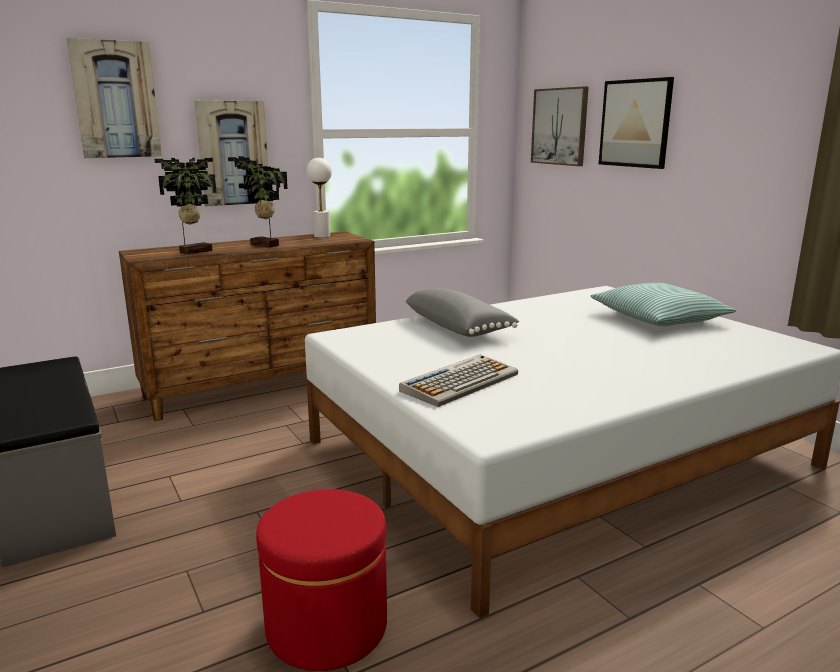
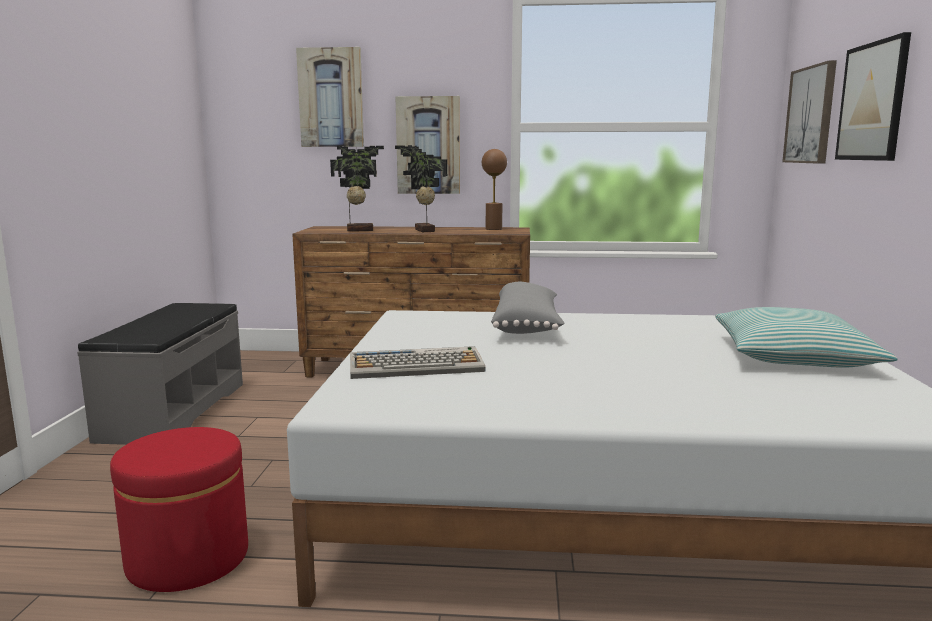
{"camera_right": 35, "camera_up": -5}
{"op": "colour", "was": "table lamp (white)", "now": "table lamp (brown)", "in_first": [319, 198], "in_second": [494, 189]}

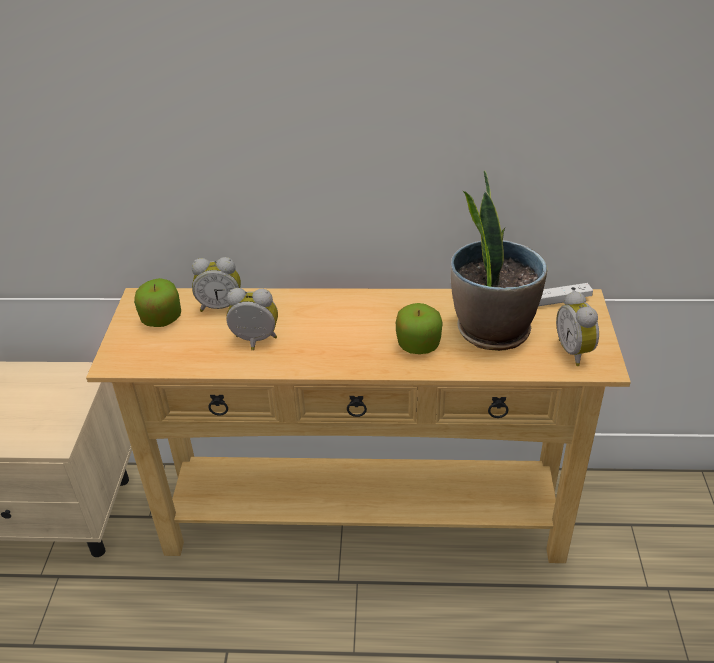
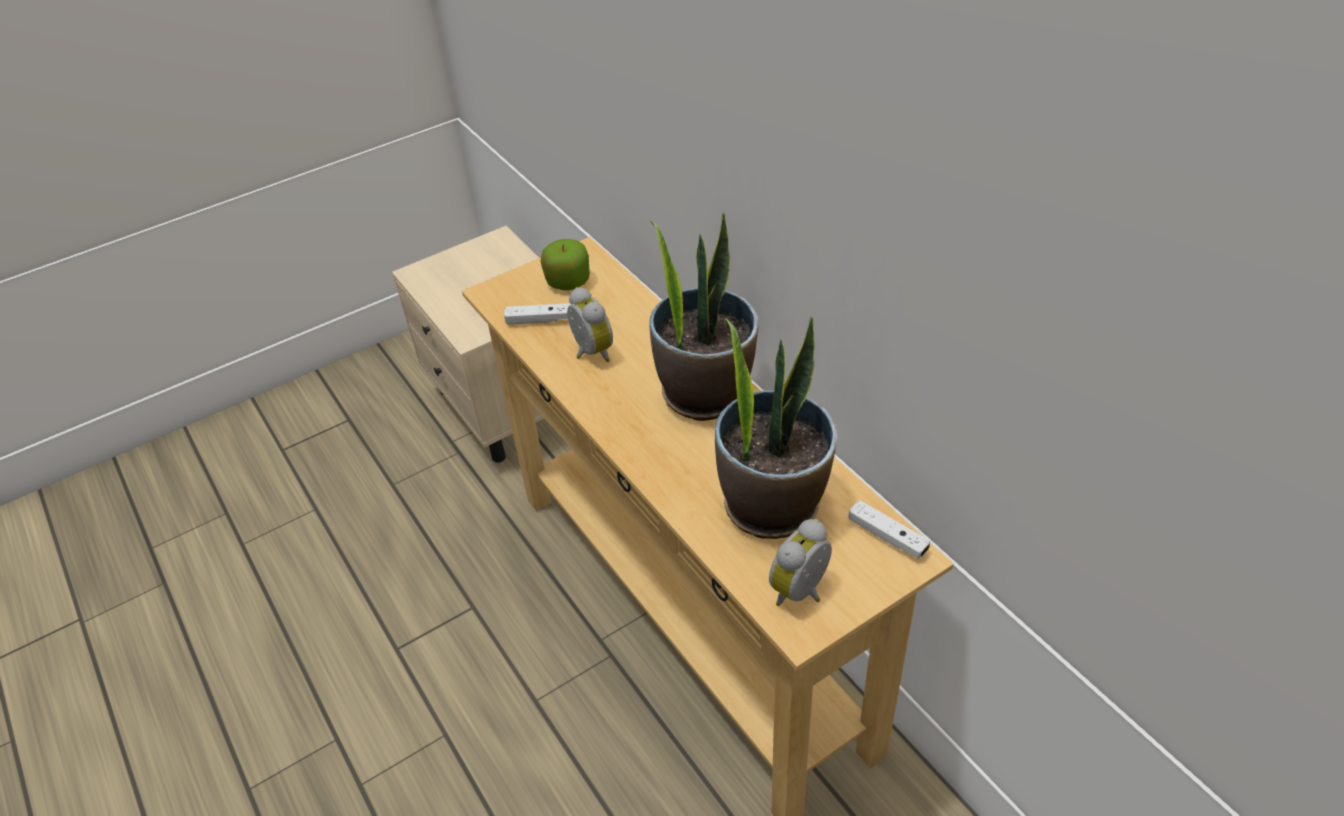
{"camera_right": 55, "camera_up": 5}
{"op": "missing", "was": "alarm clock", "in_first": [216, 284]}
{"op": "missing", "was": "apple", "in_first": [419, 328]}
{"op": "appeared", "now": "game controller (white)", "in_second": [537, 314]}
{"op": "appeared", "now": "potted plant", "in_second": [704, 316]}

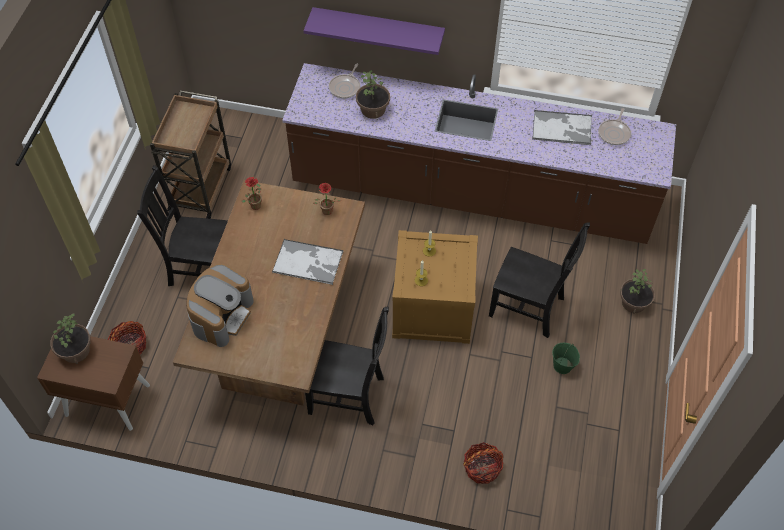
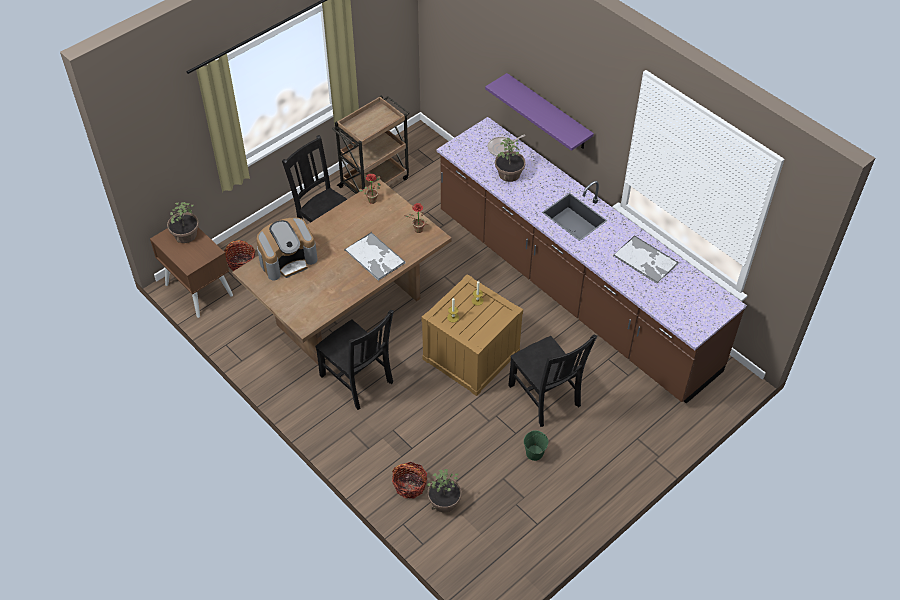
{"camera_right": 35, "camera_up": -5}
{"op": "missing", "was": "frying pan", "in_first": [614, 126]}
{"op": "relocated", "was": "potted plant", "in_first": [637, 291], "in_second": [444, 490]}

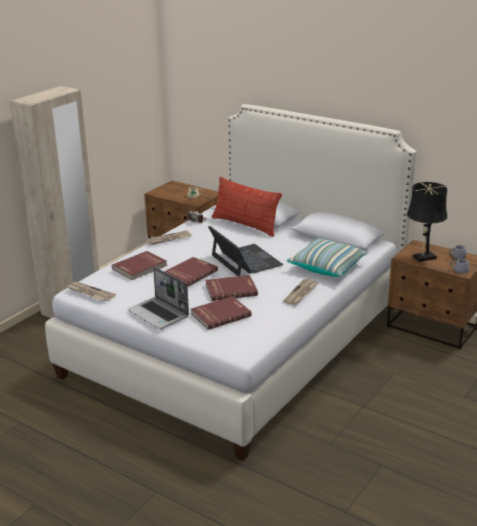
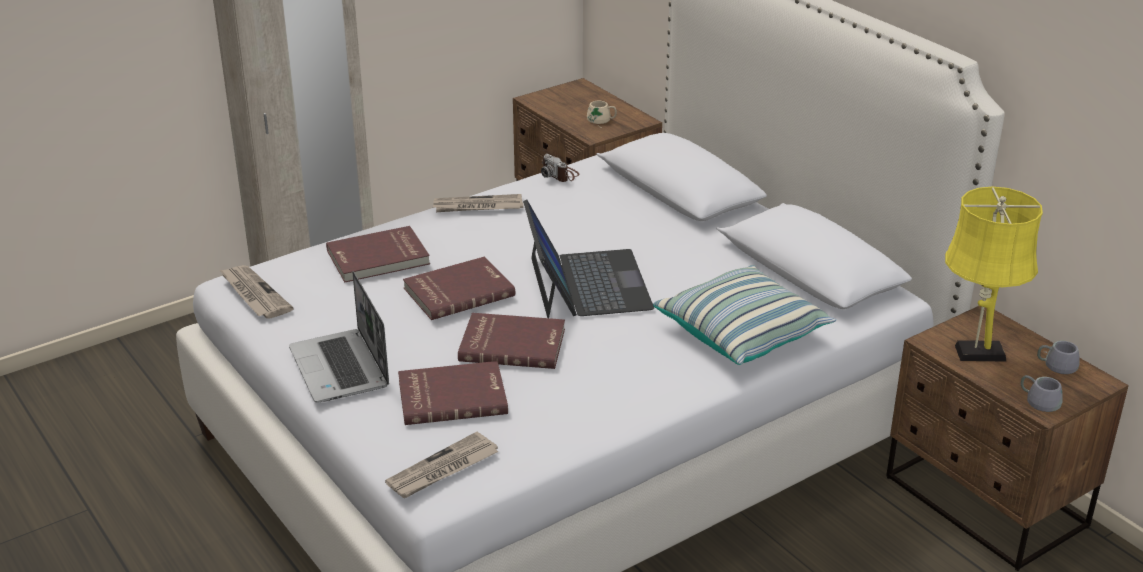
{"camera_right": 20, "camera_up": 5}
{"op": "missing", "was": "pillow", "in_first": [247, 207]}
{"op": "relocated", "was": "newspaper", "in_first": [301, 292], "in_second": [441, 464]}
{"op": "colour", "was": "table lamp (black)", "now": "table lamp (yellow)", "in_first": [427, 222], "in_second": [994, 274]}

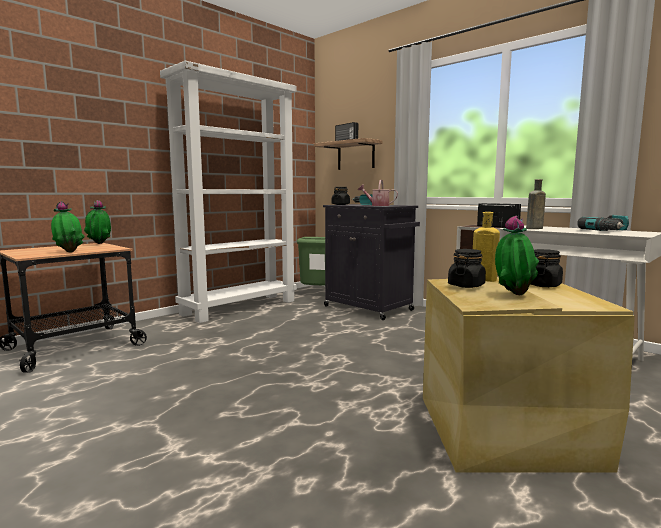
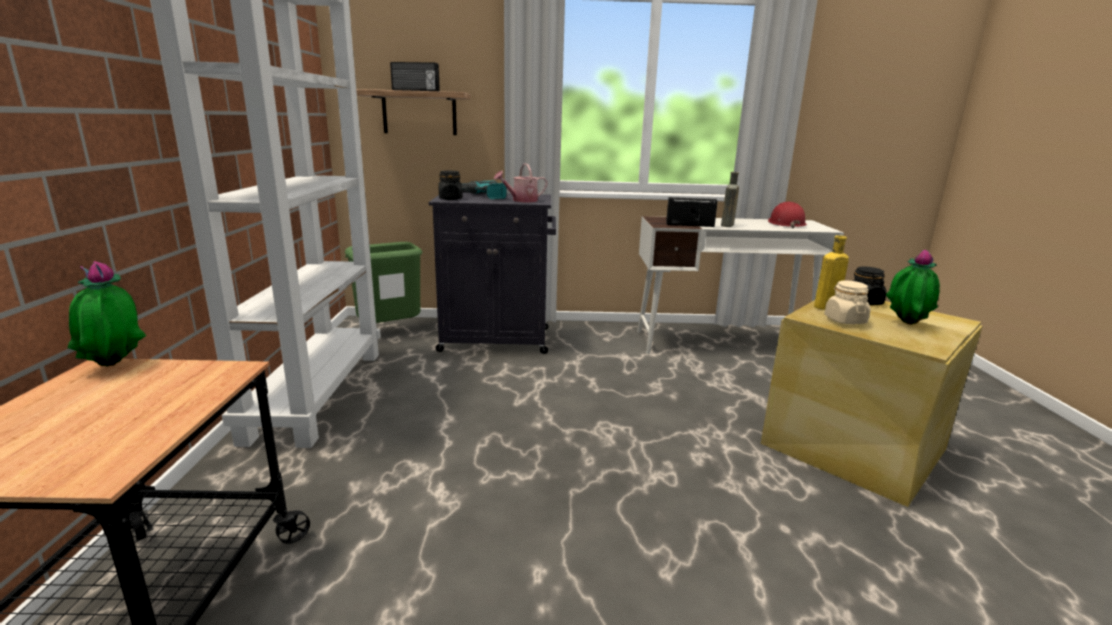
{"camera_right": -45, "camera_up": 10}
{"op": "missing", "was": "potted plant", "in_first": [68, 227]}
{"op": "exchanged", "was": "power drill", "now": "hard hat (red)", "in_first": [603, 223], "in_second": [787, 215]}
{"op": "colour", "was": "jar (black)", "now": "jar (beige)", "in_first": [467, 268], "in_second": [847, 302]}

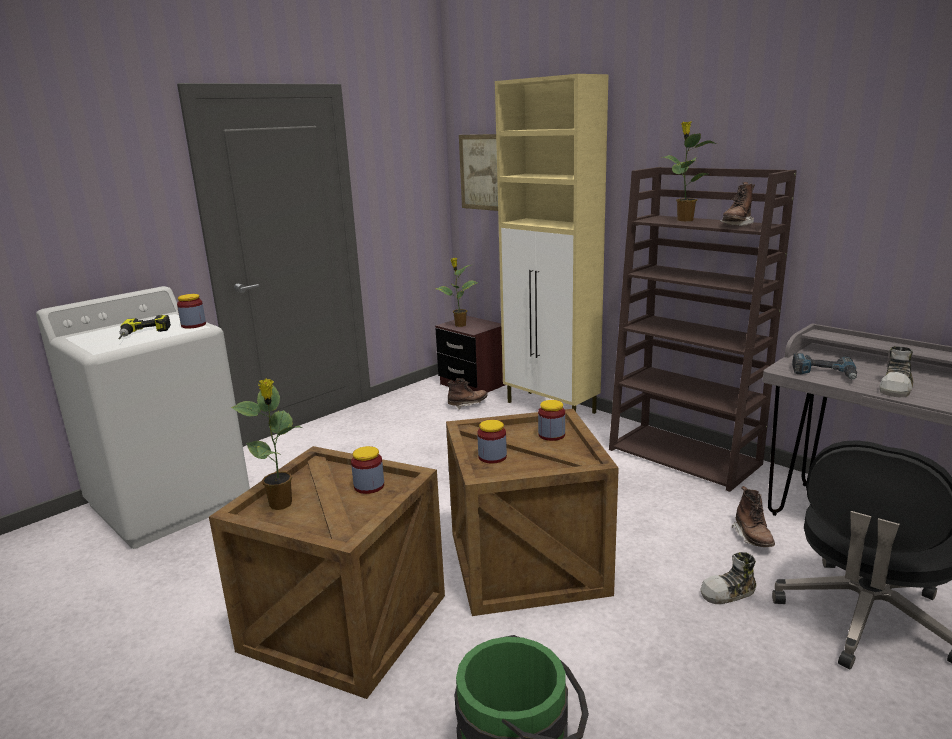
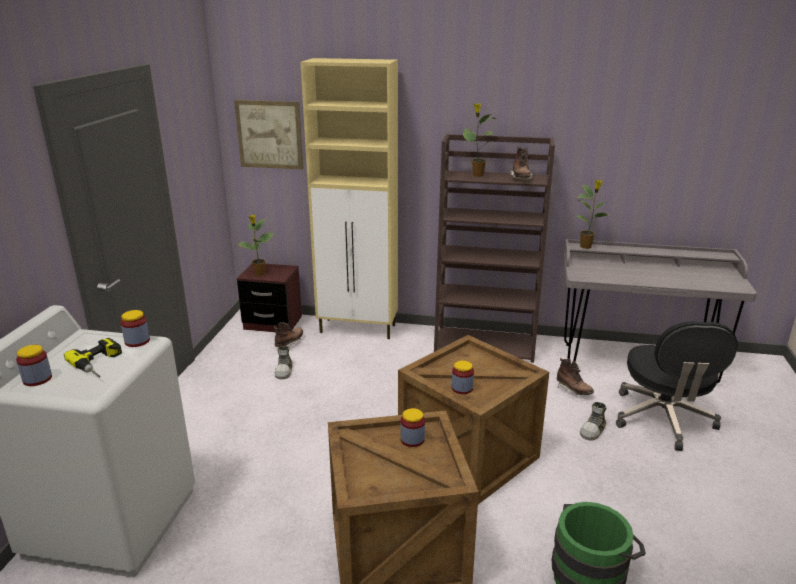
{"camera_right": -35, "camera_up": 5}
{"op": "missing", "was": "power drill", "in_first": [824, 366]}
{"op": "relocated", "was": "potted plant", "in_first": [267, 444], "in_second": [594, 214]}
{"op": "relocated", "was": "jar", "in_first": [551, 420], "in_second": [34, 365]}
{"op": "relocated", "was": "shoe", "in_first": [896, 372], "in_second": [284, 362]}

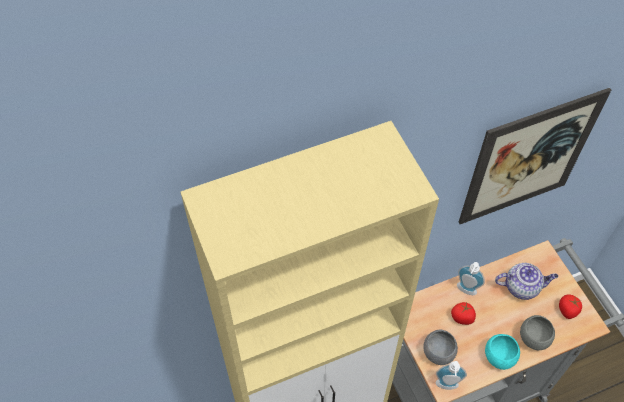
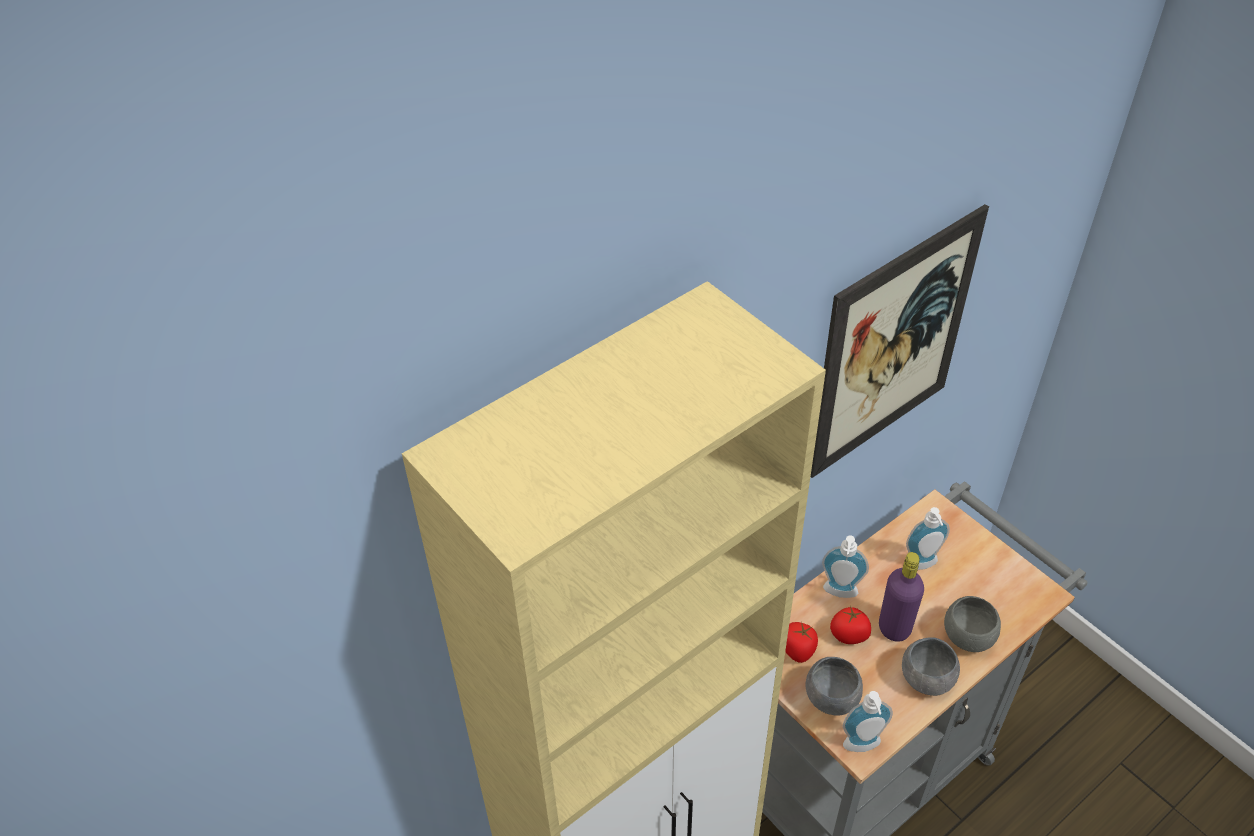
{"camera_right": -15, "camera_up": -10}
{"op": "appeared", "now": "bottle (purple)", "in_second": [901, 597]}
{"op": "relocated", "was": "tomato", "in_first": [570, 306], "in_second": [801, 642]}
{"op": "exchanged", "was": "teapot", "now": "soap dispenser", "in_first": [526, 281], "in_second": [928, 538]}
{"op": "colour", "was": "bowl (turquoise)", "now": "bowl (grey)", "in_first": [502, 352], "in_second": [931, 666]}

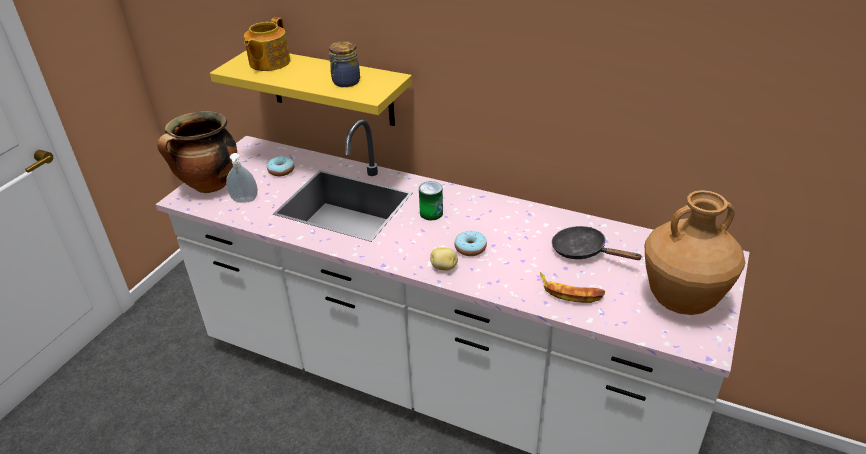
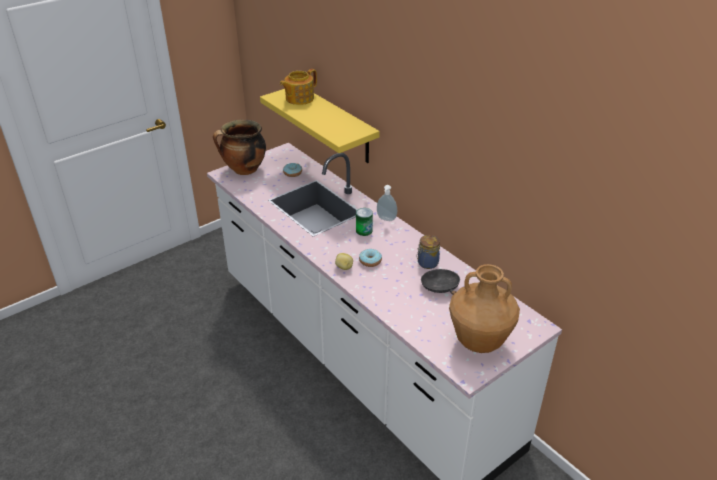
{"camera_right": 25, "camera_up": 0}
{"op": "missing", "was": "banana", "in_first": [572, 287]}
{"op": "relocated", "was": "soap dispenser", "in_first": [242, 178], "in_second": [387, 203]}
{"op": "relocated", "was": "jar", "in_first": [344, 64], "in_second": [428, 252]}

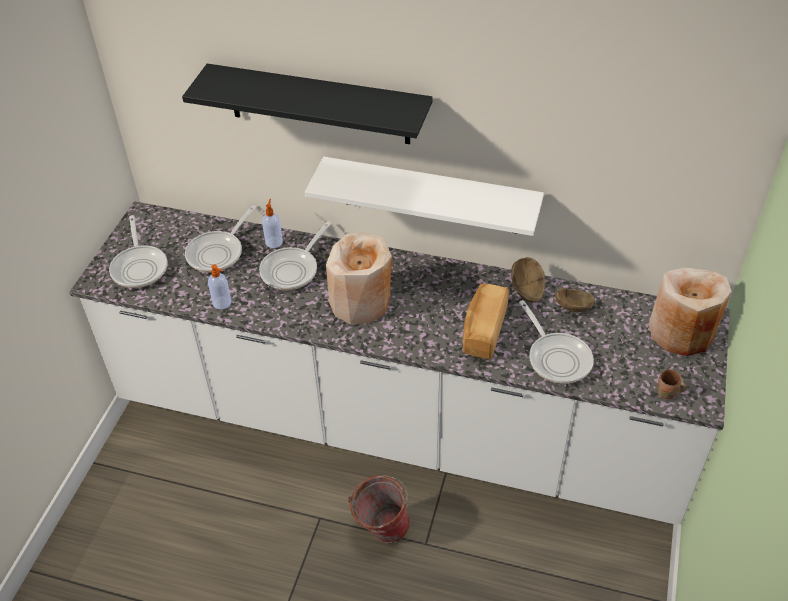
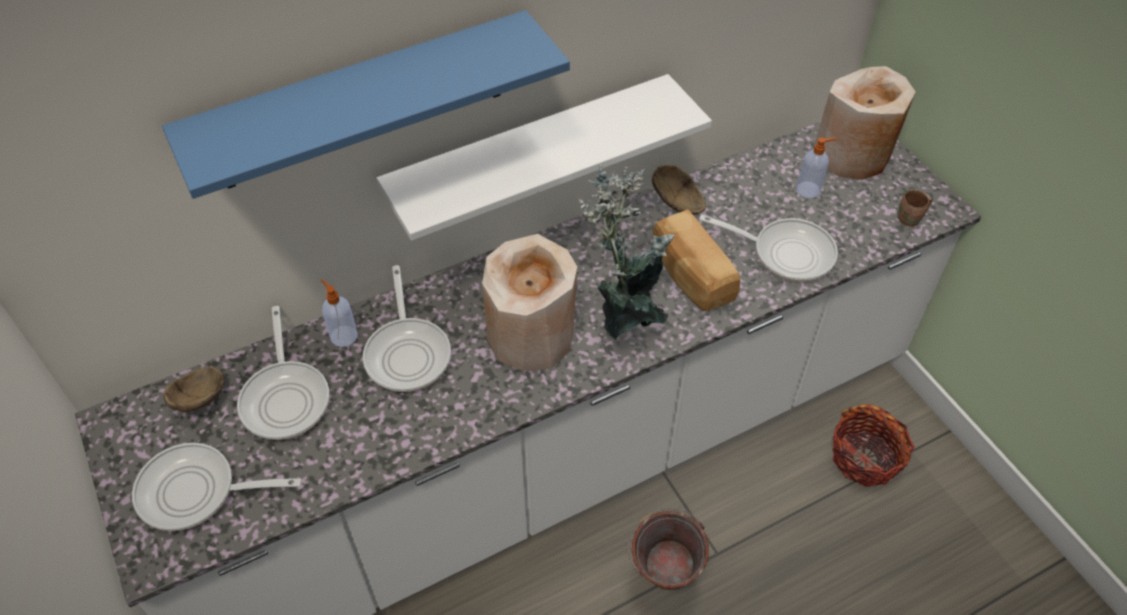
{"camera_right": -45, "camera_up": 5}
{"op": "appeared", "now": "potted plant", "in_second": [626, 252]}
{"op": "appeared", "now": "basket", "in_second": [873, 445]}
{"op": "relocated", "was": "soap dispenser", "in_first": [219, 287], "in_second": [816, 168]}
{"op": "relocated", "was": "bowl (brown)", "in_first": [575, 300], "in_second": [193, 389]}
{"op": "colour", "was": "shelf (black)", "now": "shelf (blue)", "in_first": [307, 104], "in_second": [366, 104]}
{"op": "spun", "was": "frying pan", "in_first": [138, 251], "in_second": [217, 487], "clockwise": 150}

